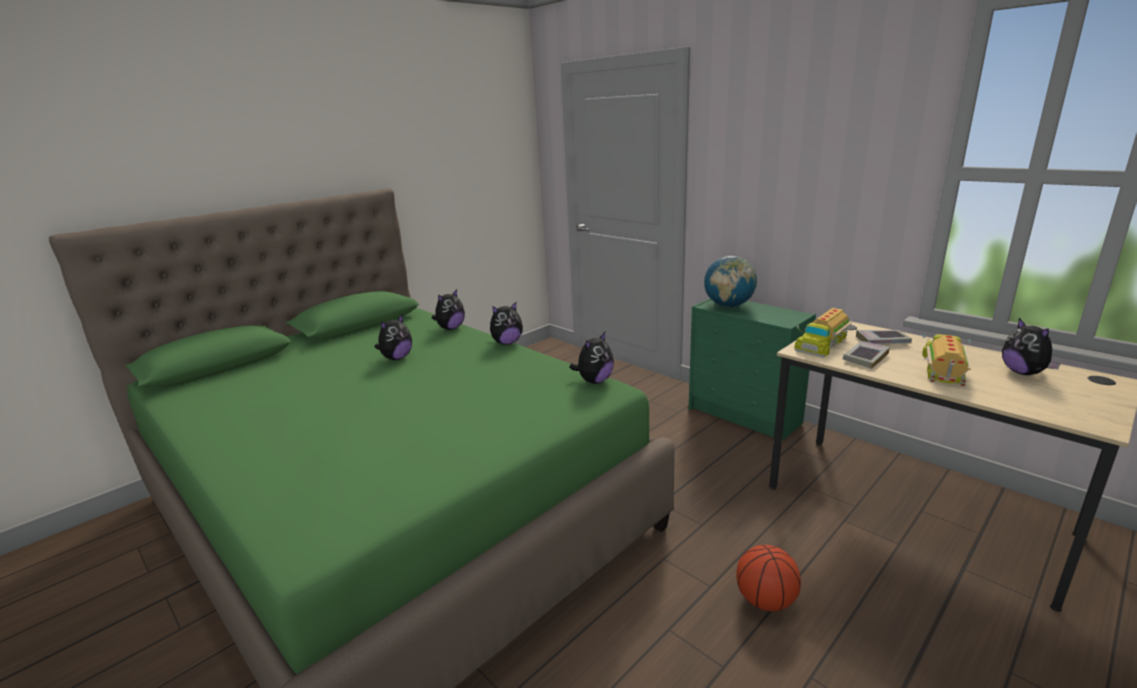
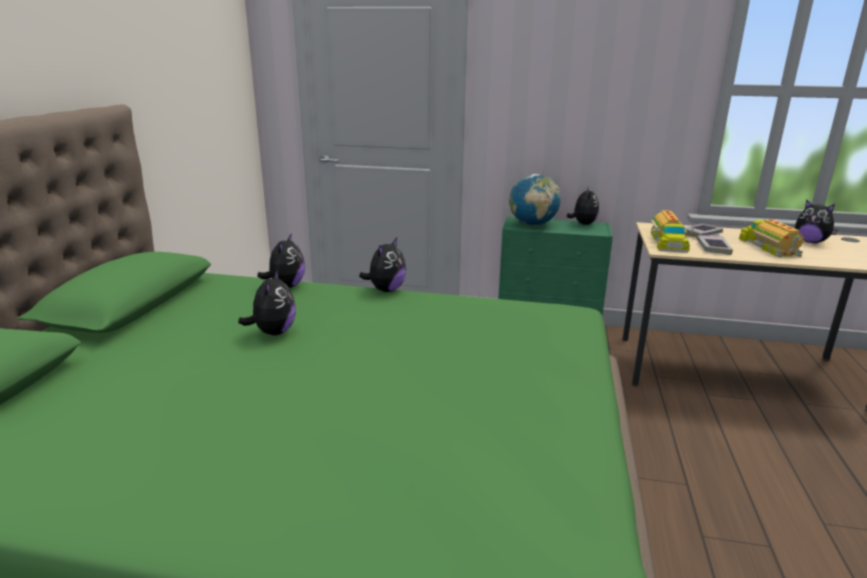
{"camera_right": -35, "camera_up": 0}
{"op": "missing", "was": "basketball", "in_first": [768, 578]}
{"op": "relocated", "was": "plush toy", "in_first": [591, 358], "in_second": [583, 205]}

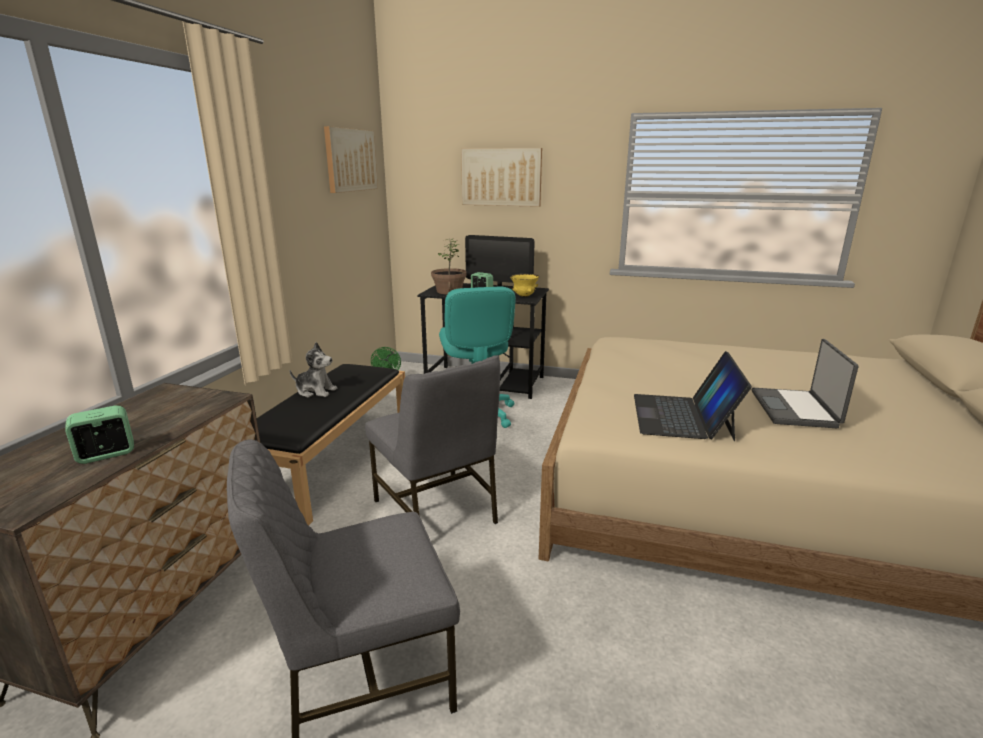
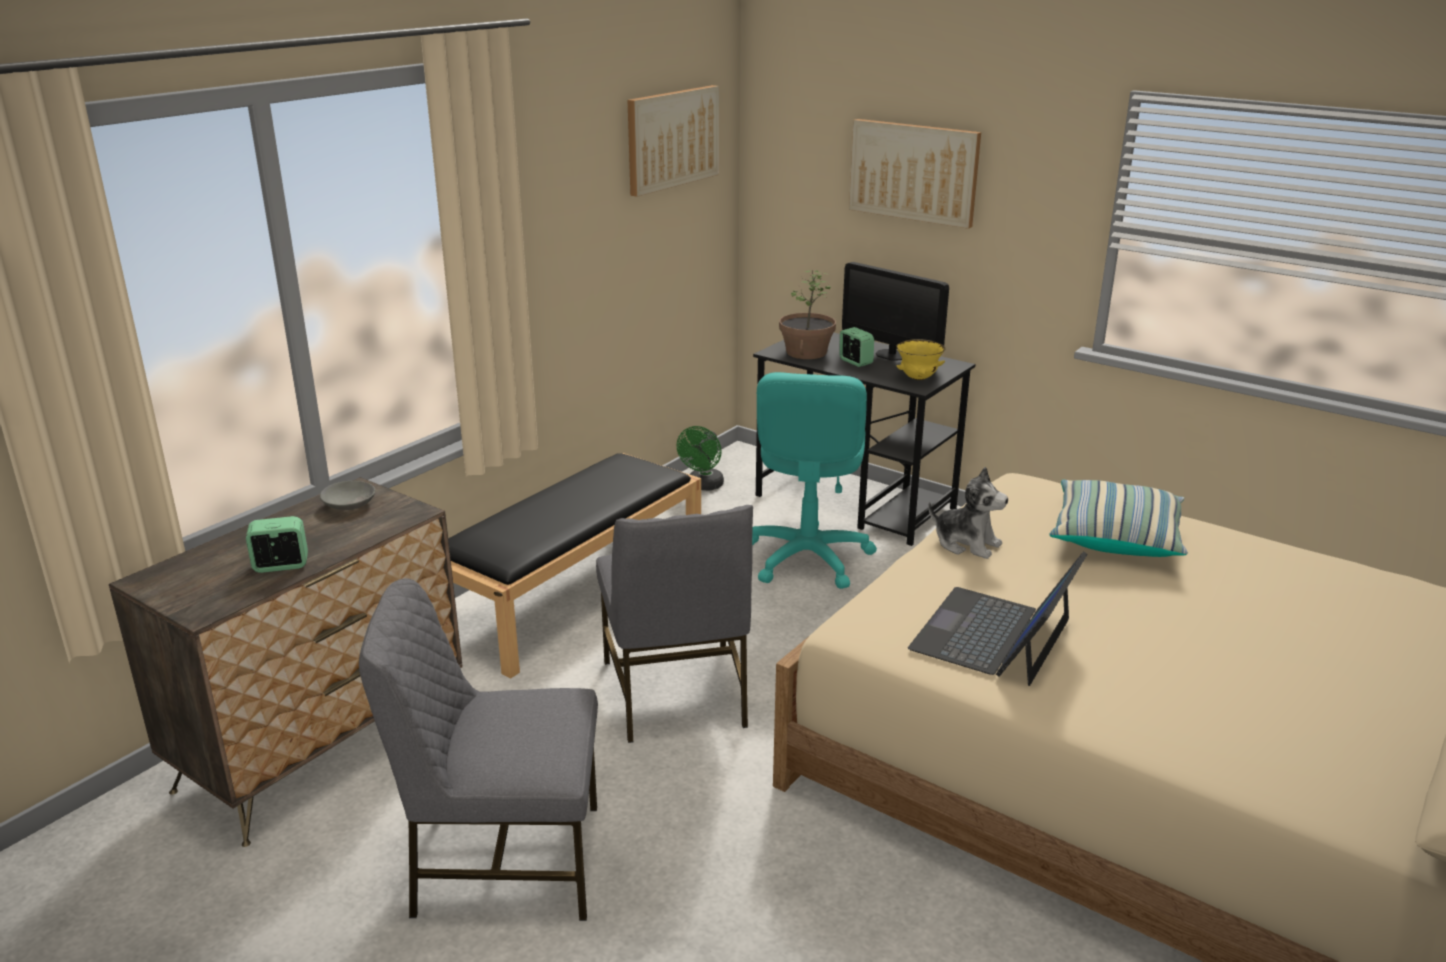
{"camera_right": 20, "camera_up": 5}
{"op": "missing", "was": "laptop", "in_first": [805, 383]}
{"op": "appeared", "now": "bowl (grey)", "in_second": [347, 495]}
{"op": "appeared", "now": "pillow", "in_second": [1118, 518]}
{"op": "relocated", "was": "plush toy", "in_first": [313, 369], "in_second": [968, 513]}

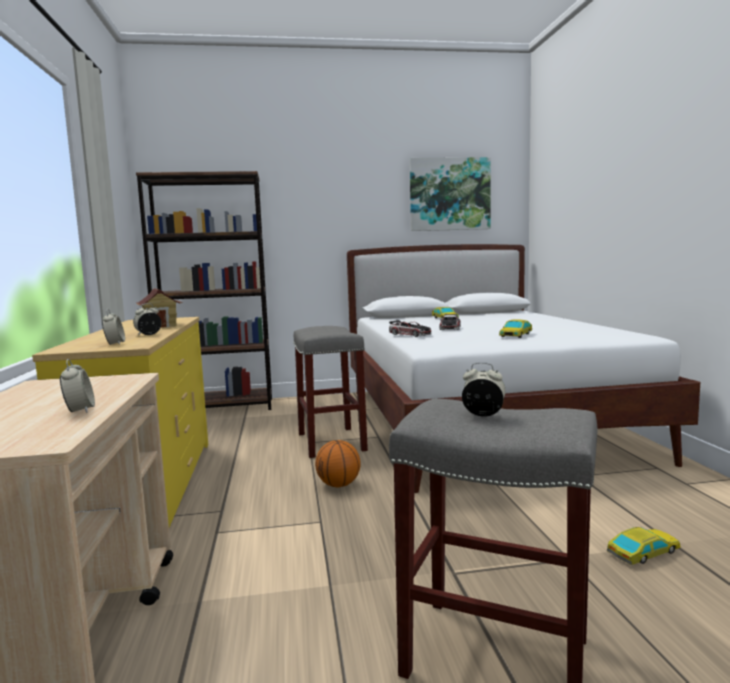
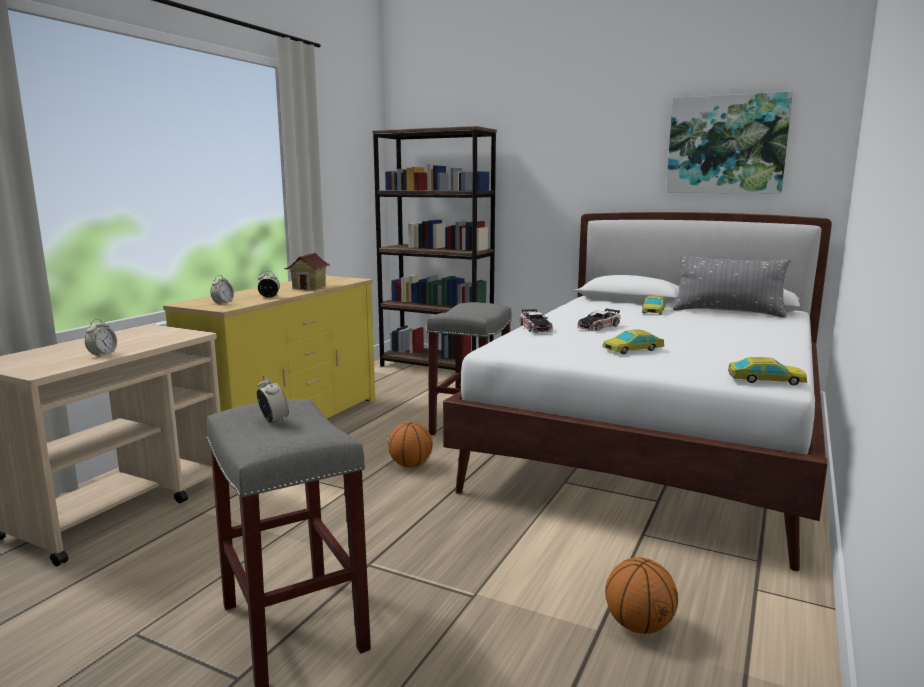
{"camera_right": 35, "camera_up": 5}
{"op": "appeared", "now": "basketball", "in_second": [641, 595]}
{"op": "appeared", "now": "pillow (grey)", "in_second": [732, 286]}
{"op": "relocated", "was": "toy car", "in_first": [644, 546], "in_second": [767, 371]}

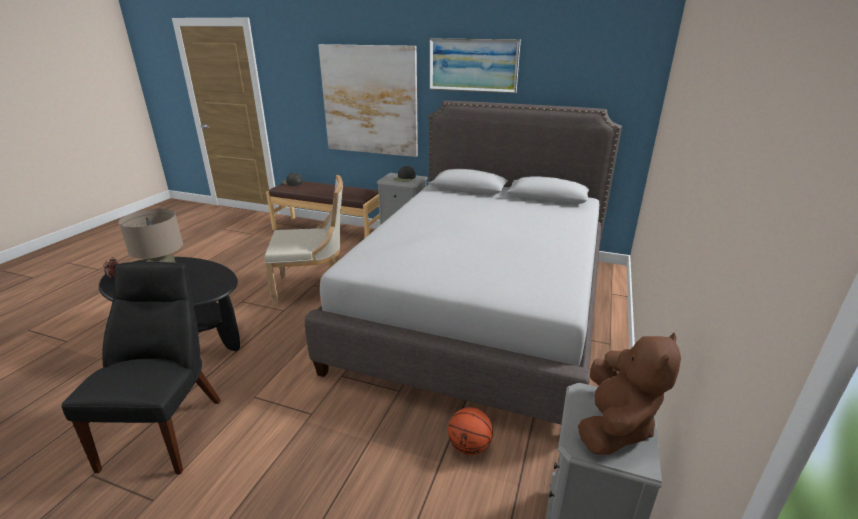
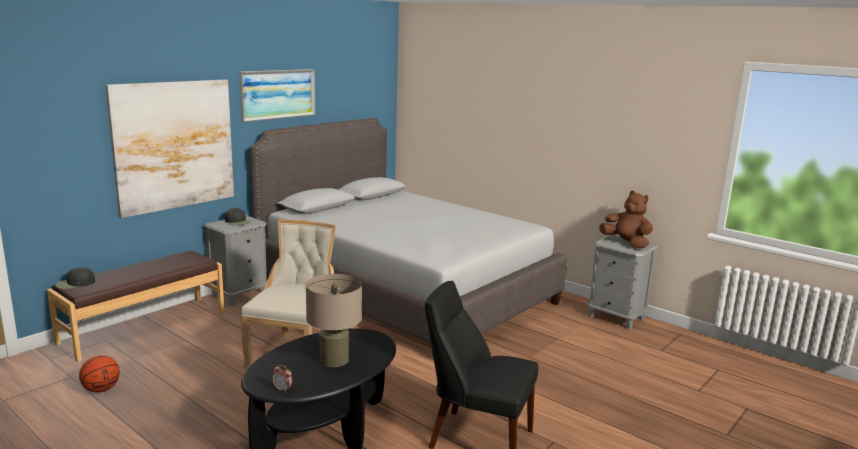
{"camera_right": -70, "camera_up": -10}
{"op": "relocated", "was": "basketball", "in_first": [470, 431], "in_second": [99, 374]}

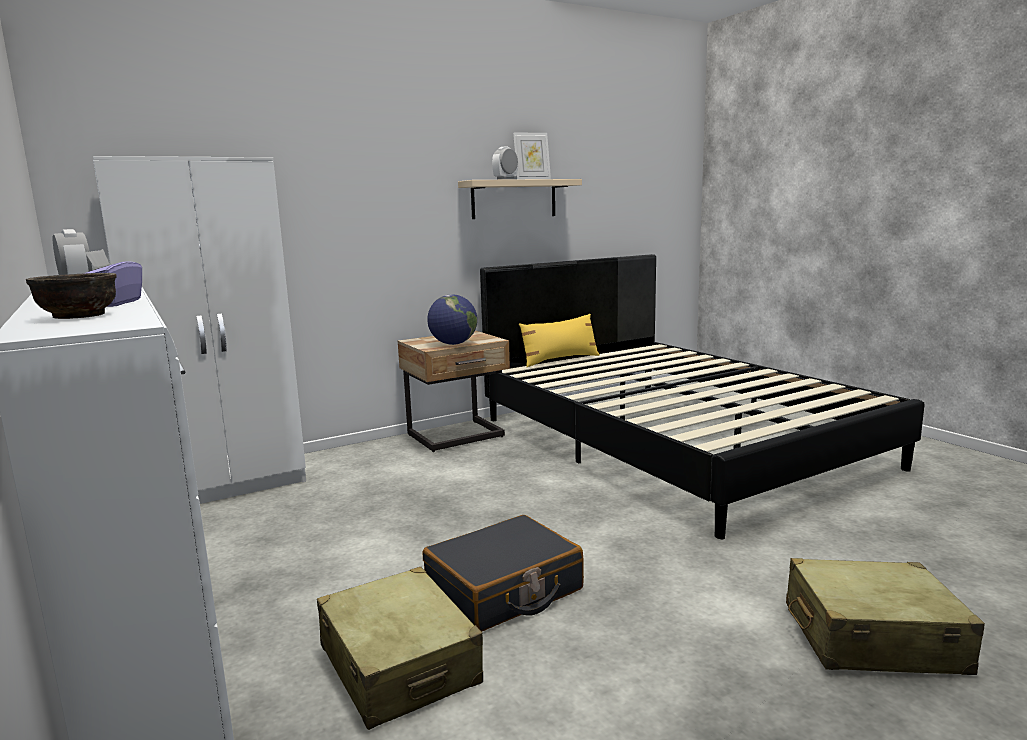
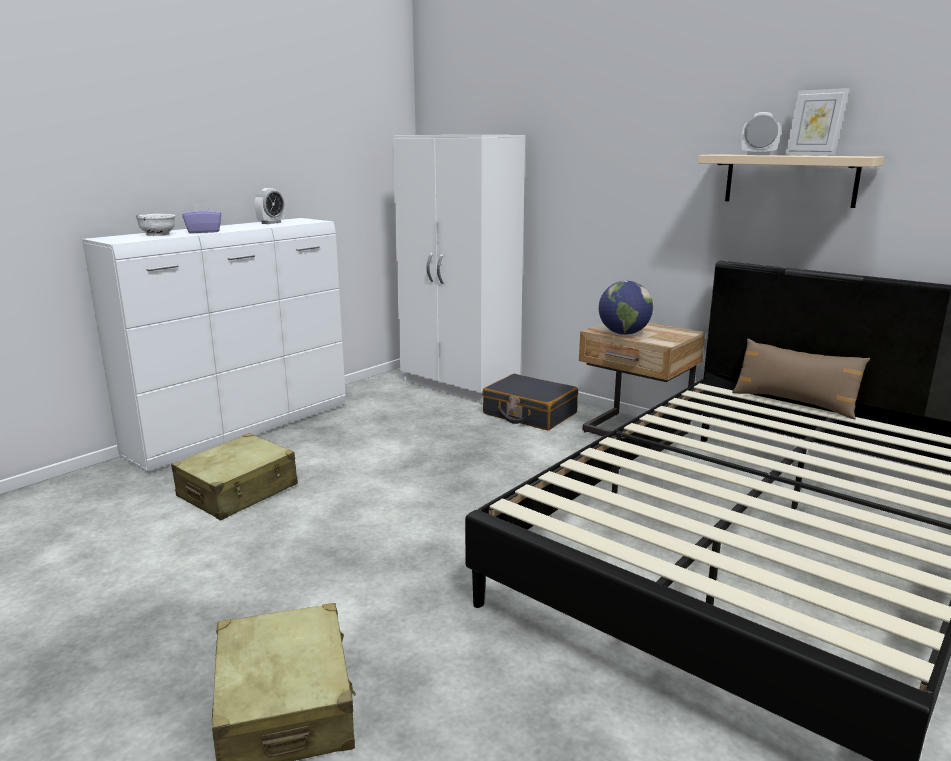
{"camera_right": 70, "camera_up": 5}
{"op": "relocated", "was": "suitcase (black)", "in_first": [503, 573], "in_second": [530, 402]}
{"op": "colour", "was": "bowl (brown)", "now": "bowl (white)", "in_first": [71, 296], "in_second": [155, 225]}
{"op": "colour", "was": "pillow (yellow)", "now": "pillow (brown)", "in_first": [559, 340], "in_second": [801, 379]}

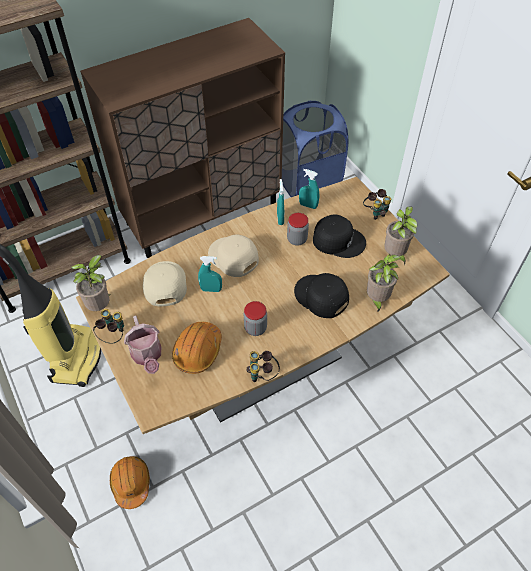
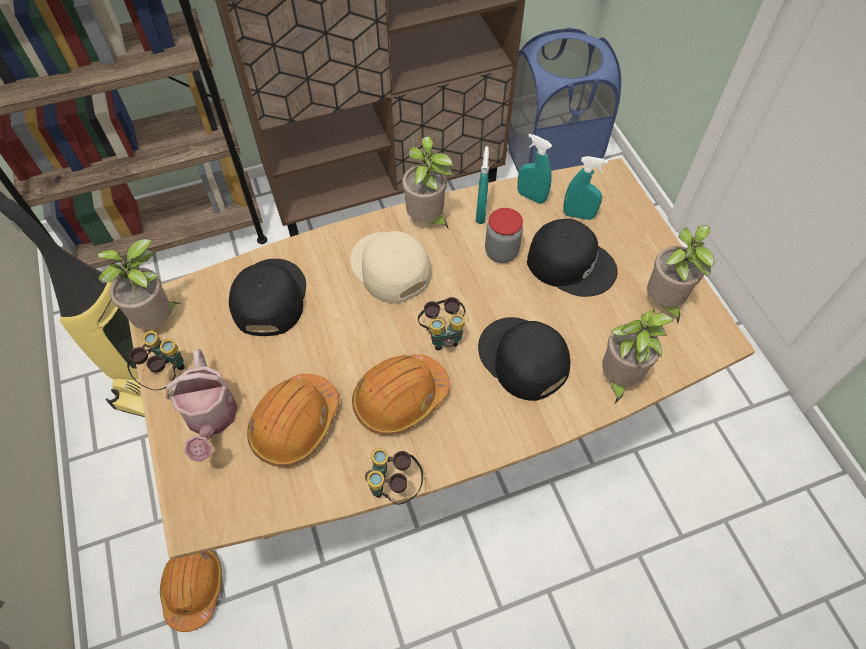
{"camera_right": 10, "camera_up": 5}
{"op": "appeared", "now": "potted plant", "in_second": [427, 183]}
{"op": "relocated", "was": "spray bottle (turquoise)", "in_first": [210, 274], "in_second": [585, 188]}
{"op": "relocated", "was": "binoculars", "in_first": [377, 204], "in_second": [441, 323]}
{"op": "exchanged", "was": "jar", "now": "hard hat (orange)", "in_first": [255, 318], "in_second": [401, 394]}
{"op": "colour", "was": "cap (beige)", "now": "cap (black)", "in_first": [165, 283], "in_second": [267, 297]}

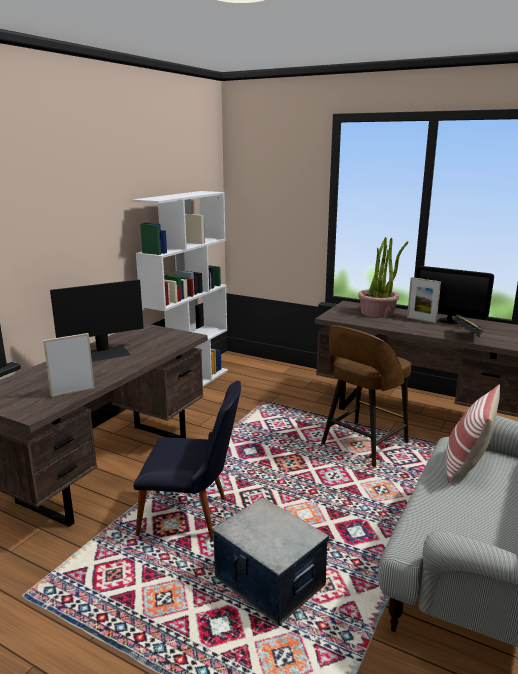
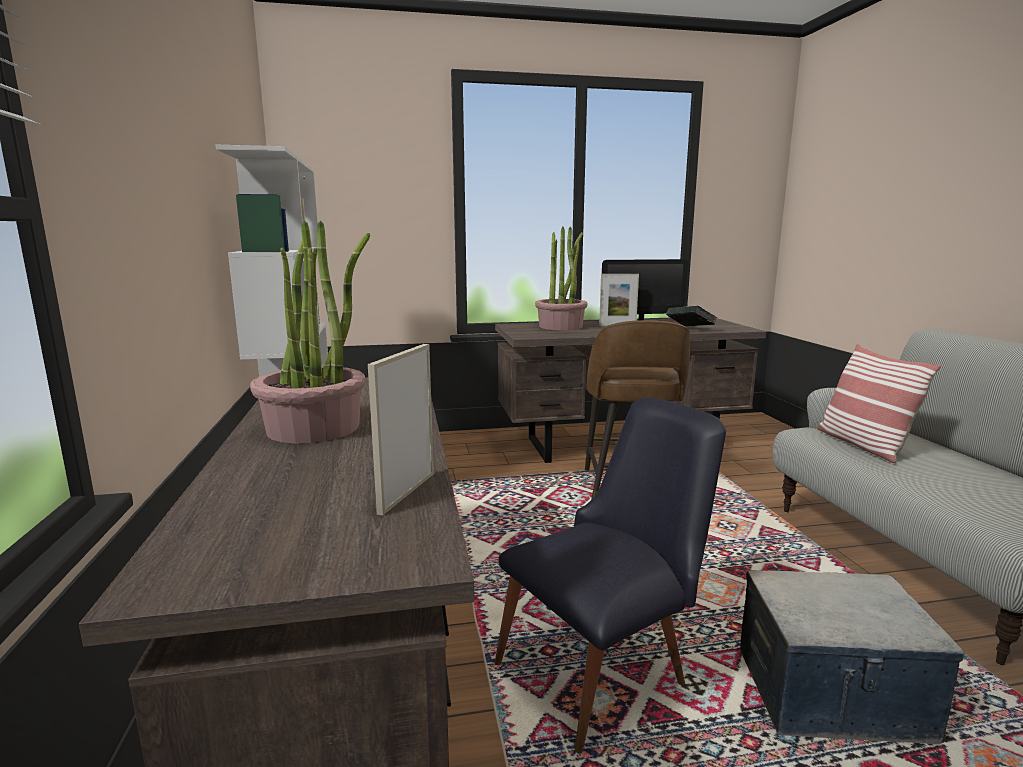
{"camera_right": -40, "camera_up": -5}
{"op": "exchanged", "was": "monitor", "now": "potted plant", "in_first": [97, 321], "in_second": [310, 332]}

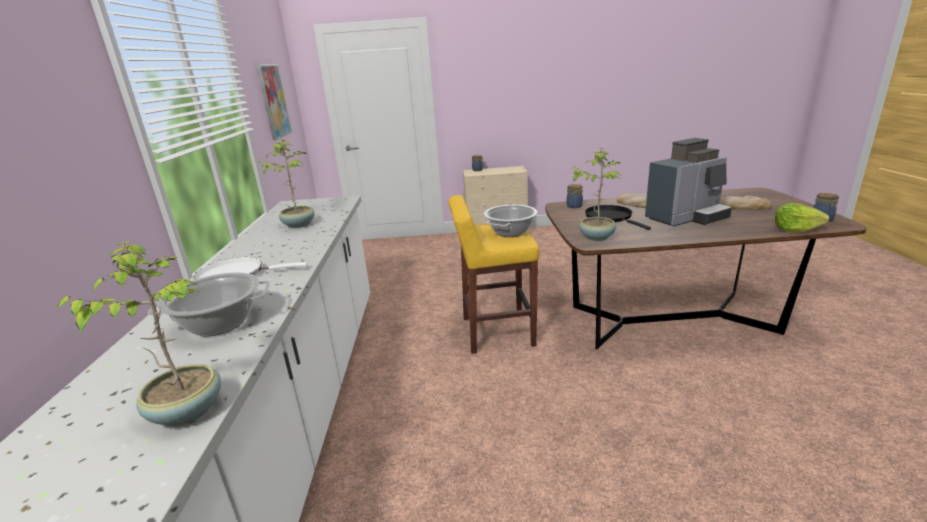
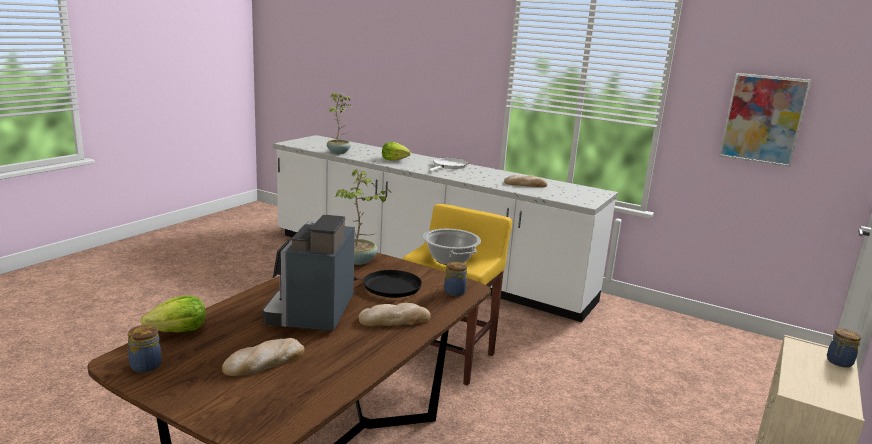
{"camera_right": 120, "camera_up": -5}
{"op": "exchanged", "was": "cooking pot", "now": "lettuce", "in_first": [209, 304], "in_second": [396, 151]}
{"op": "exchanged", "was": "potted plant", "now": "bread", "in_first": [287, 184], "in_second": [525, 181]}

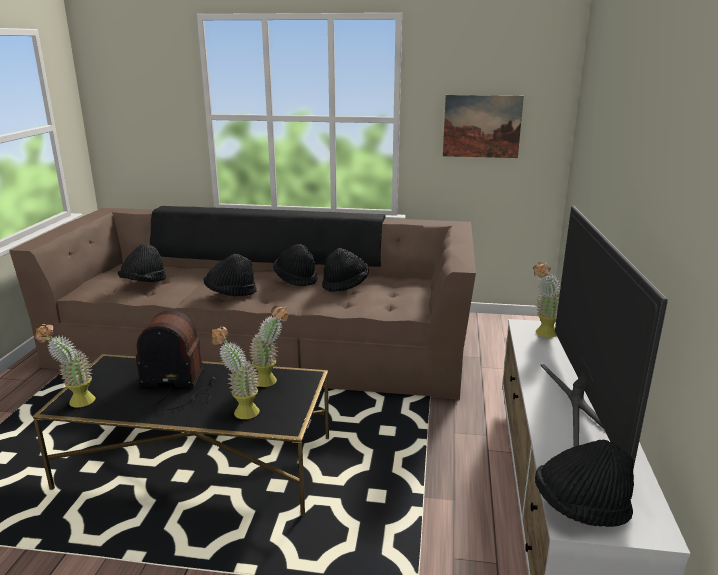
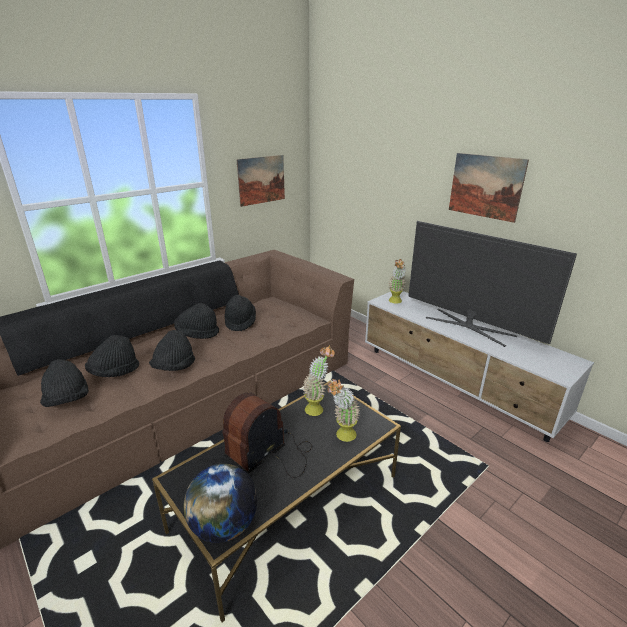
{"camera_right": -50, "camera_up": 5}
{"op": "appeared", "now": "picture", "in_second": [489, 188]}
{"op": "relocated", "was": "hat (black)", "in_first": [584, 483], "in_second": [112, 356]}
{"op": "exchanged", "was": "potted plant", "now": "globe", "in_first": [64, 366], "in_second": [220, 503]}

